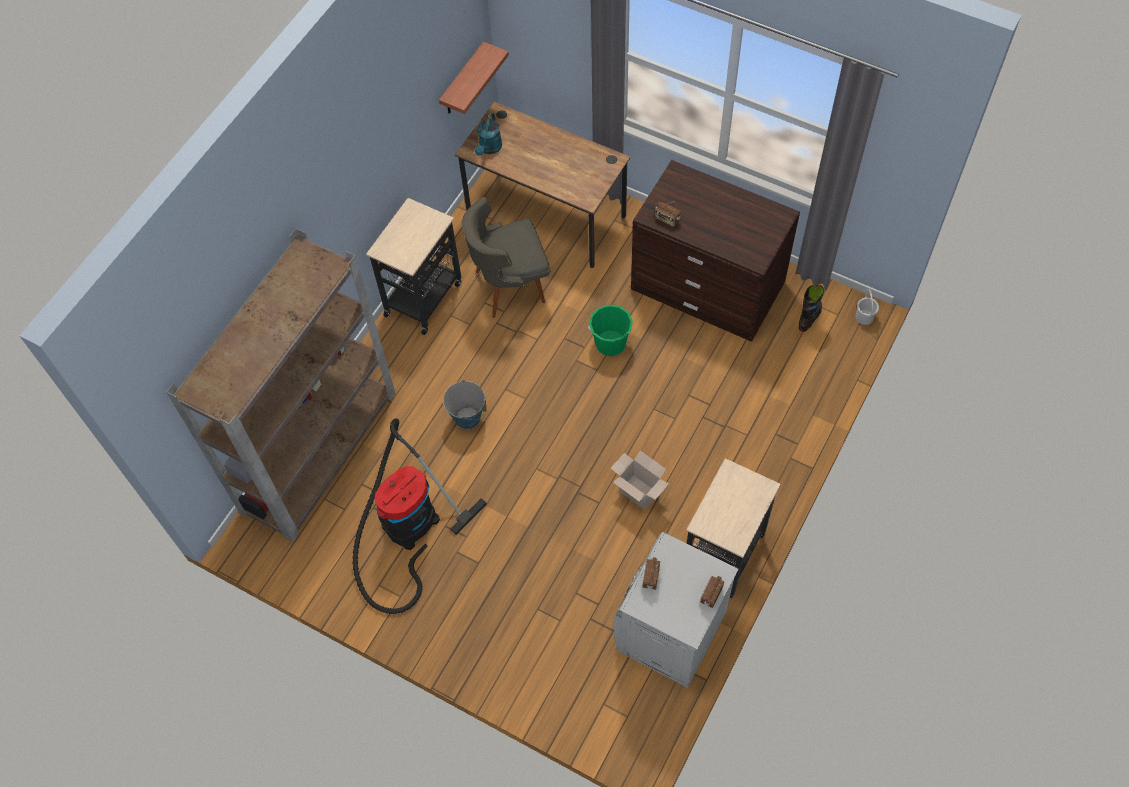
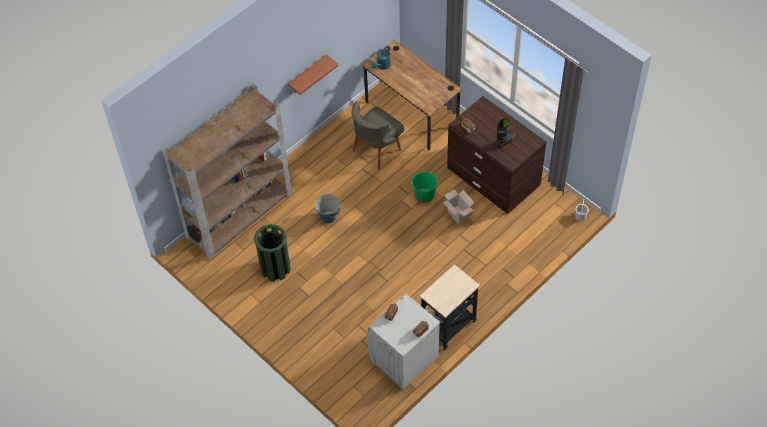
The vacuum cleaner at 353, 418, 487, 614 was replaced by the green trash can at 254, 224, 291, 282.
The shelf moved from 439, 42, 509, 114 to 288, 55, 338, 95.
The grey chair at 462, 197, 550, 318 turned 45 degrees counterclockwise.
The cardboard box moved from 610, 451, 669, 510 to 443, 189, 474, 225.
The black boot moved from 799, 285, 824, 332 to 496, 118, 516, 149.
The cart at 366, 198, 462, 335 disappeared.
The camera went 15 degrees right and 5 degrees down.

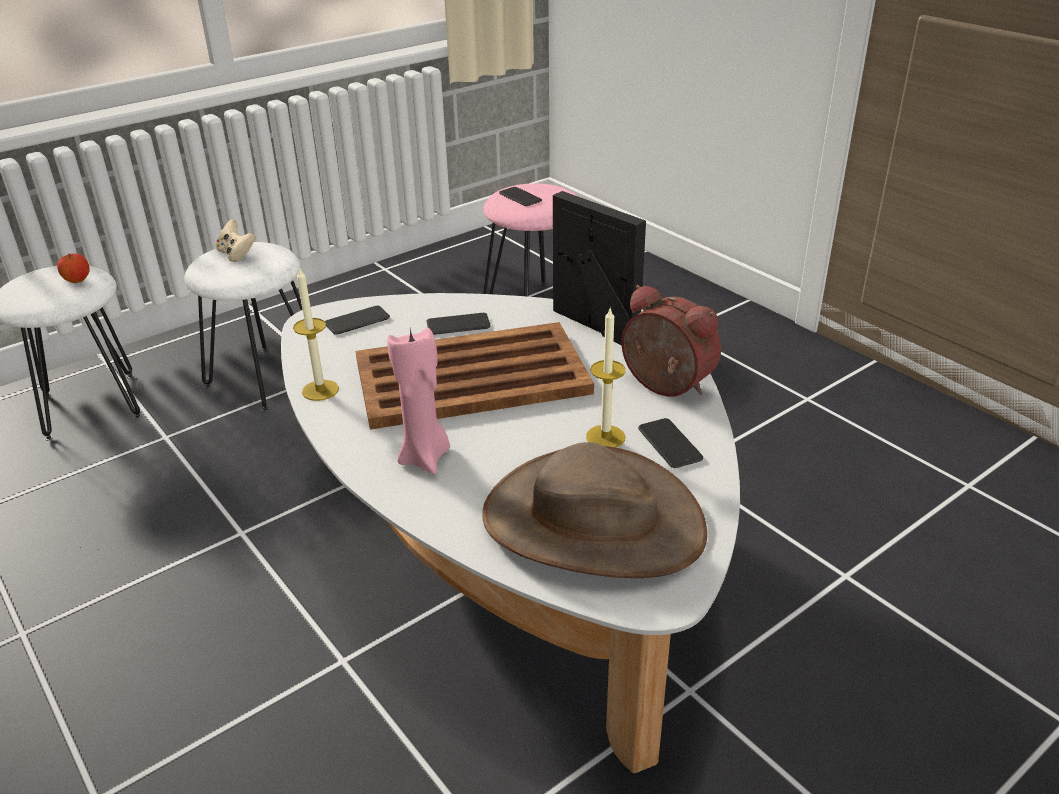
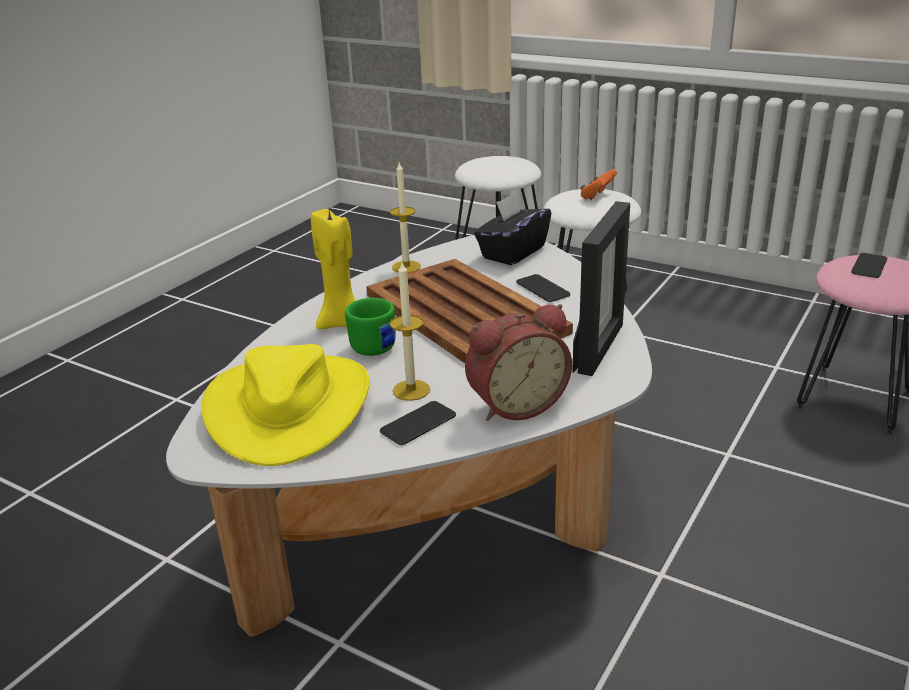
The brown hat at 482, 442, 707, 578 became the yellow hat at 201, 344, 369, 466.
The pink candle at 387, 328, 450, 474 became the yellow candle at 311, 209, 356, 329.
The green mug at 345, 298, 396, 356 appeared.
The alarm clock at 621, 285, 721, 396 turned 45 degrees clockwise.
The phone at 325, 306, 390, 335 was replaced by the black tissue box at 474, 193, 551, 265.
The beige game controller at 216, 219, 256, 262 became the orange game controller at 580, 169, 617, 200.
The apple at 57, 254, 90, 283 disappeared.
The camera went 70 degrees right and 5 degrees down.

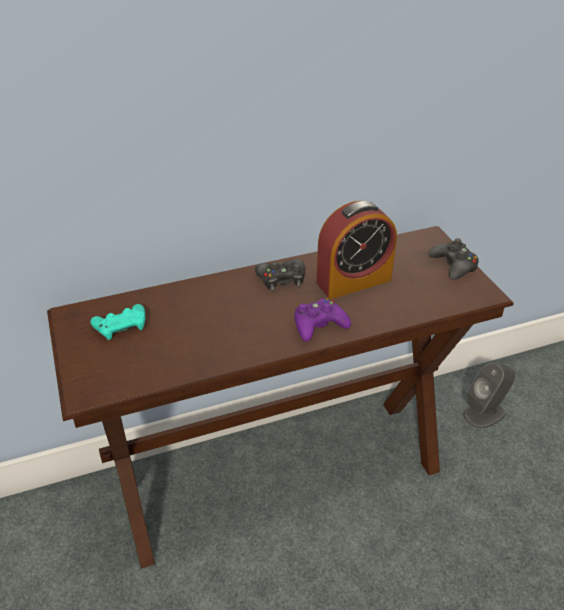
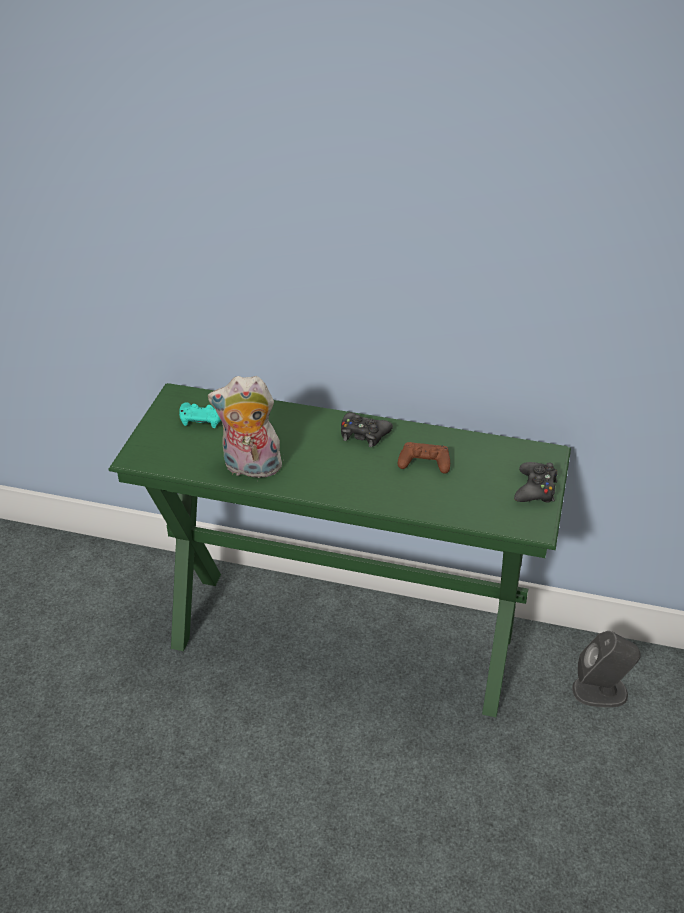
The brown console table at 47, 226, 514, 569 became the green console table at 108, 383, 571, 717.
The plush toy at 208, 376, 284, 478 appeared.
The alarm clock at 316, 201, 397, 299 was replaced by the brown game controller at 398, 442, 450, 474.
The purple game controller at 294, 298, 351, 342 disappeared.
The camera went 35 degrees right and 0 degrees up.

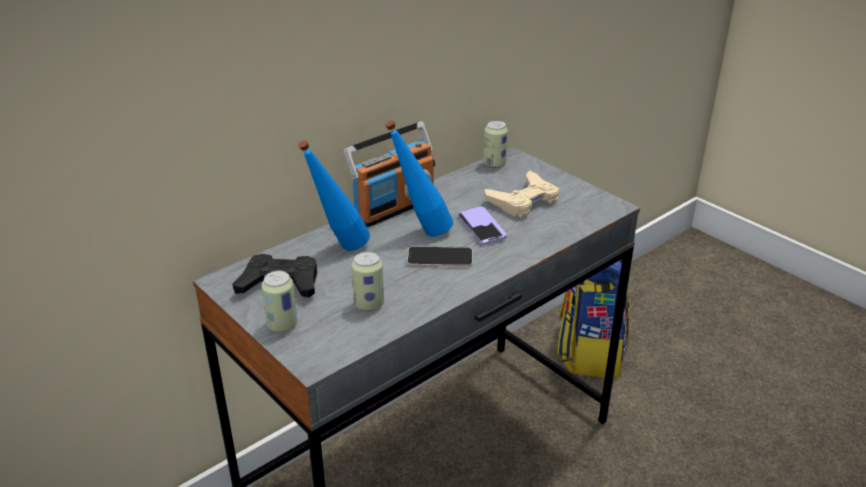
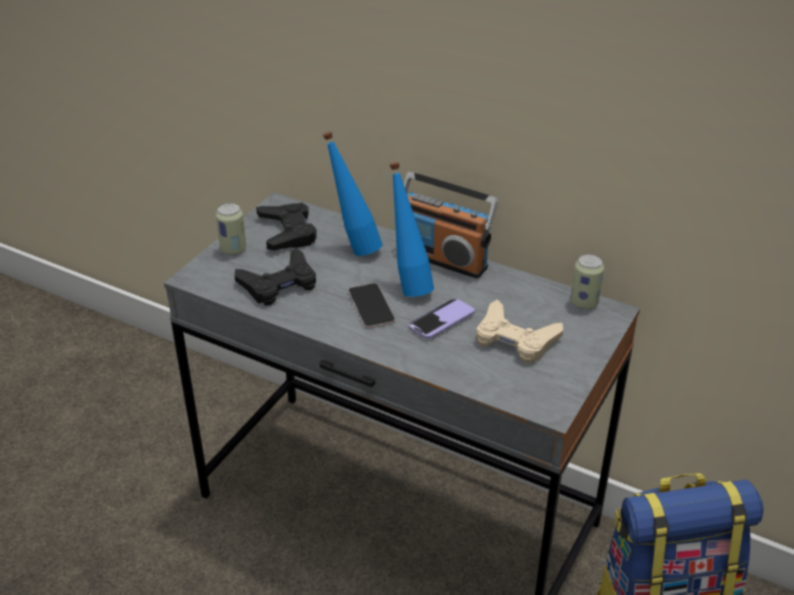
The can at 351, 252, 384, 311 was replaced by the black game controller at 235, 248, 316, 306.
The camera went 70 degrees right and 5 degrees up.

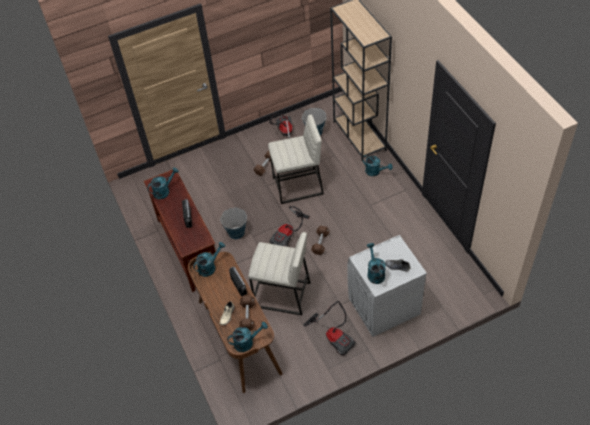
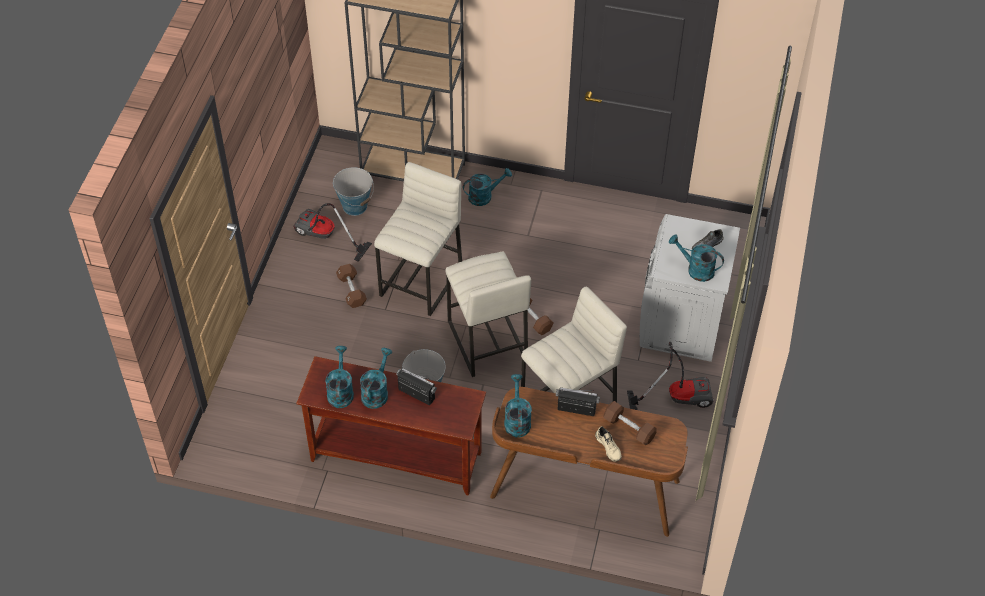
The turquoise watering can moved from 227, 322, 268, 352 to 360, 348, 392, 409.
The vacuum cleaner at 270, 206, 310, 247 was replaced by the beige stool at 445, 252, 531, 377.
The camera went 55 degrees left and 0 degrees up.

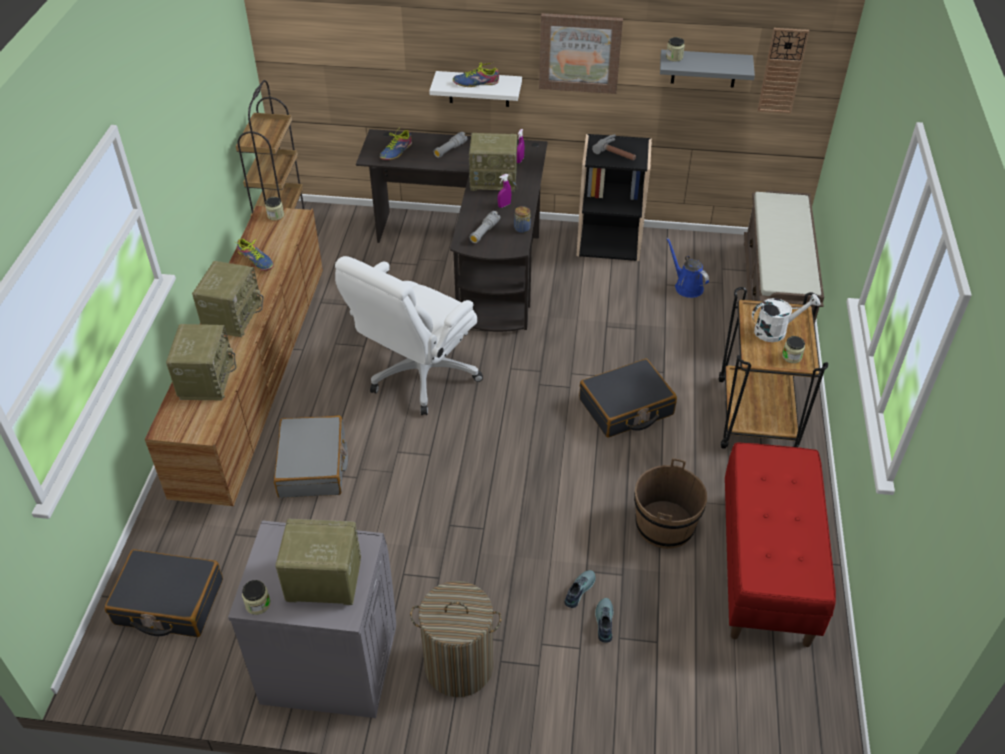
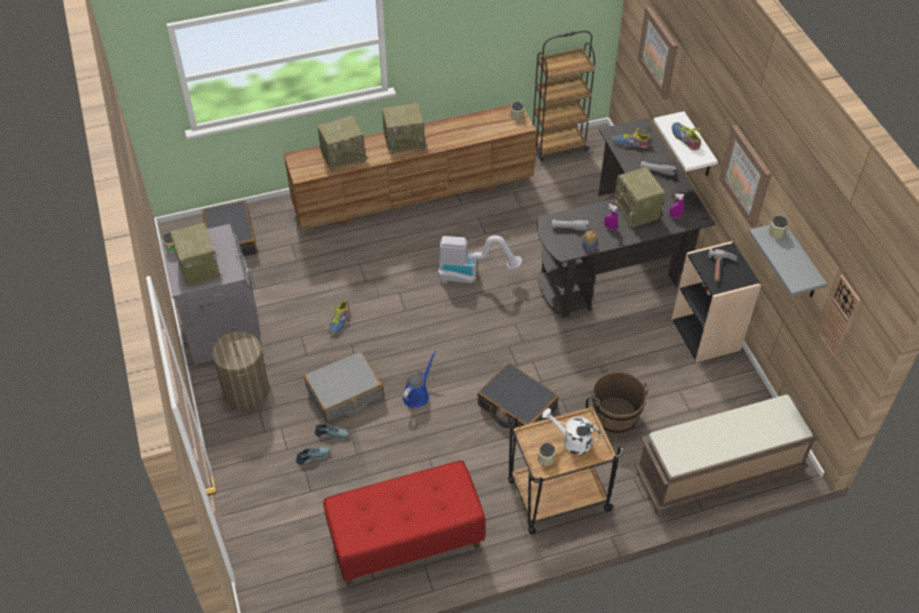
The grey suitcase moved from 274, 416, 348, 498 to 304, 351, 384, 422.
The shoe moved from 236, 238, 274, 271 to 328, 301, 350, 334.
The blue watering can moved from 666, 238, 709, 298 to 402, 351, 436, 408.
The white office chair at 335, 256, 483, 415 was replaced by the vacuum cleaner at 438, 235, 522, 283.
The white watering can at 752, 294, 820, 342 turned 150 degrees clockwise.
The brown bucket moved from 634, 458, 707, 549 to 592, 371, 649, 434.
The picture at 637, 6, 678, 99 appeared.
The camera went 65 degrees right and 5 degrees up.

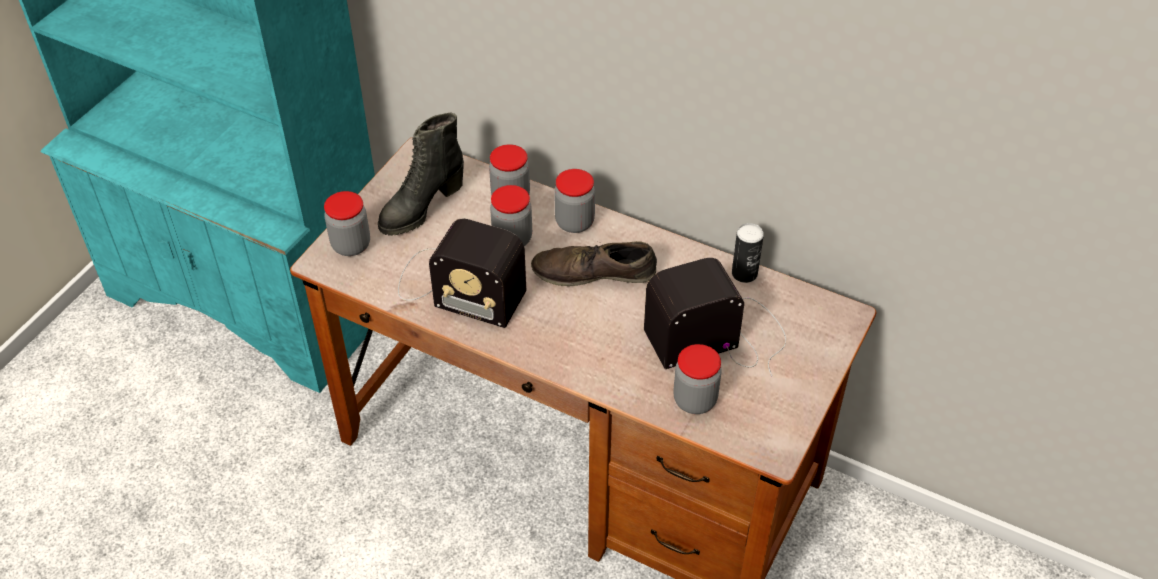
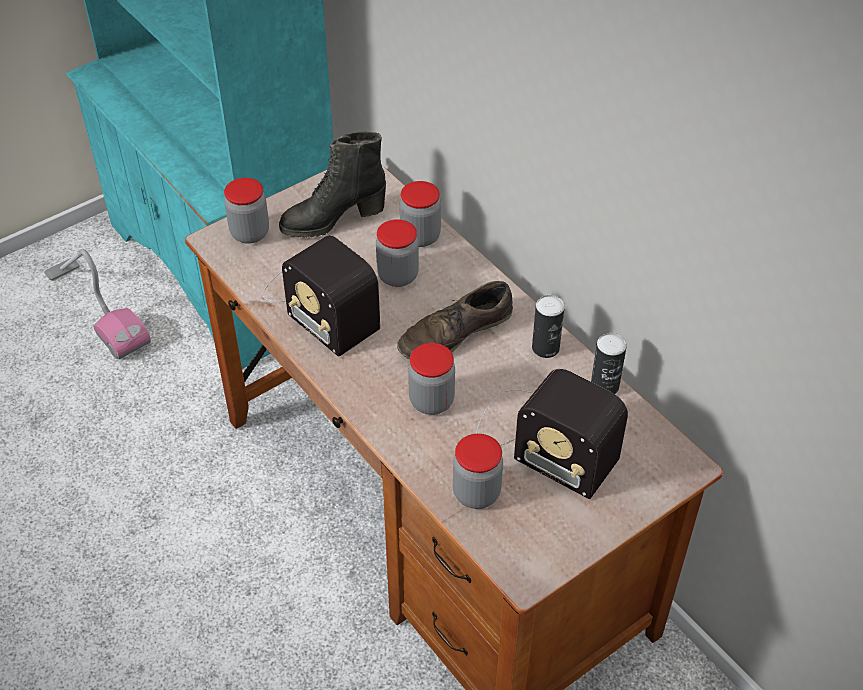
The vacuum cleaner at 44, 249, 151, 359 appeared.
The brown shoe at 531, 241, 657, 286 turned 60 degrees counterclockwise.
The jar moved from 554, 169, 595, 233 to 408, 343, 455, 415.
The radio at 644, 258, 786, 377 turned 150 degrees counterclockwise.
The can at 532, 295, 565, 358 appeared.
The camera went 25 degrees right and 0 degrees up.

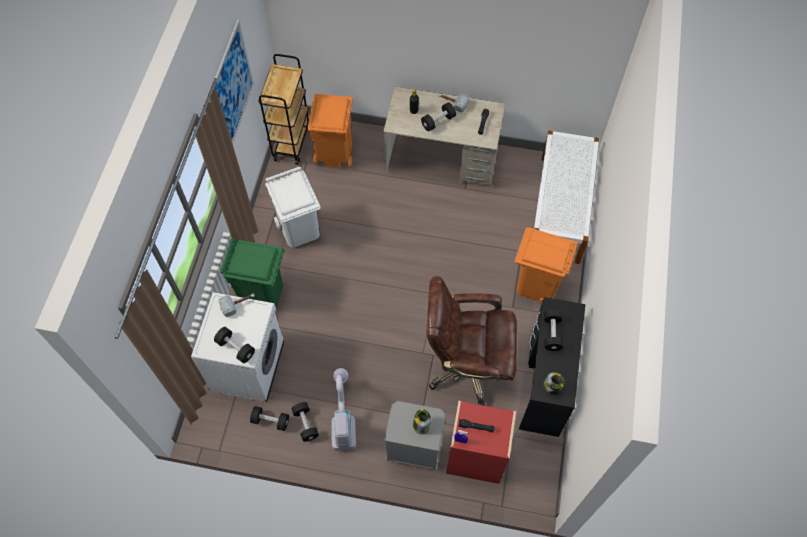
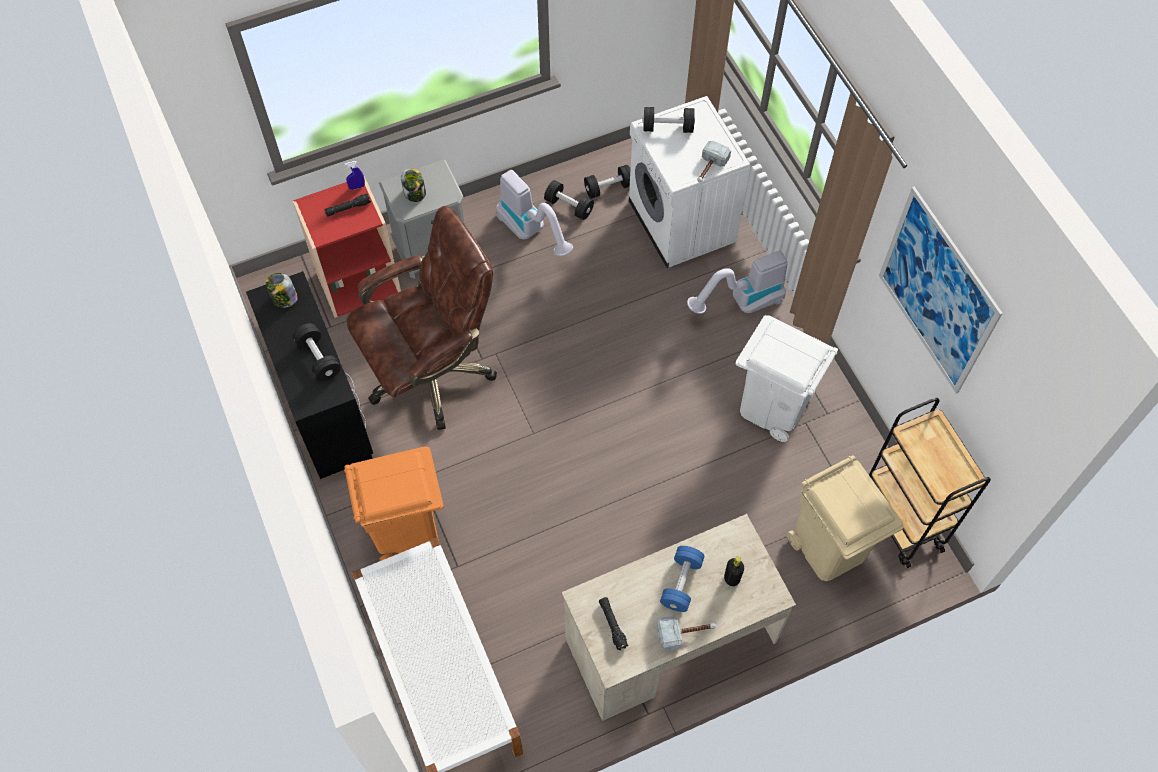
The black dumbbell at 421, 102, 456, 131 became the blue dumbbell at 660, 546, 705, 612.
The green trash can at 220, 239, 284, 308 was replaced by the vacuum cleaner at 687, 251, 788, 314.
The orange trash can at 307, 94, 353, 168 became the beige trash can at 787, 455, 904, 581.
The camera went 145 degrees right and 0 degrees up.

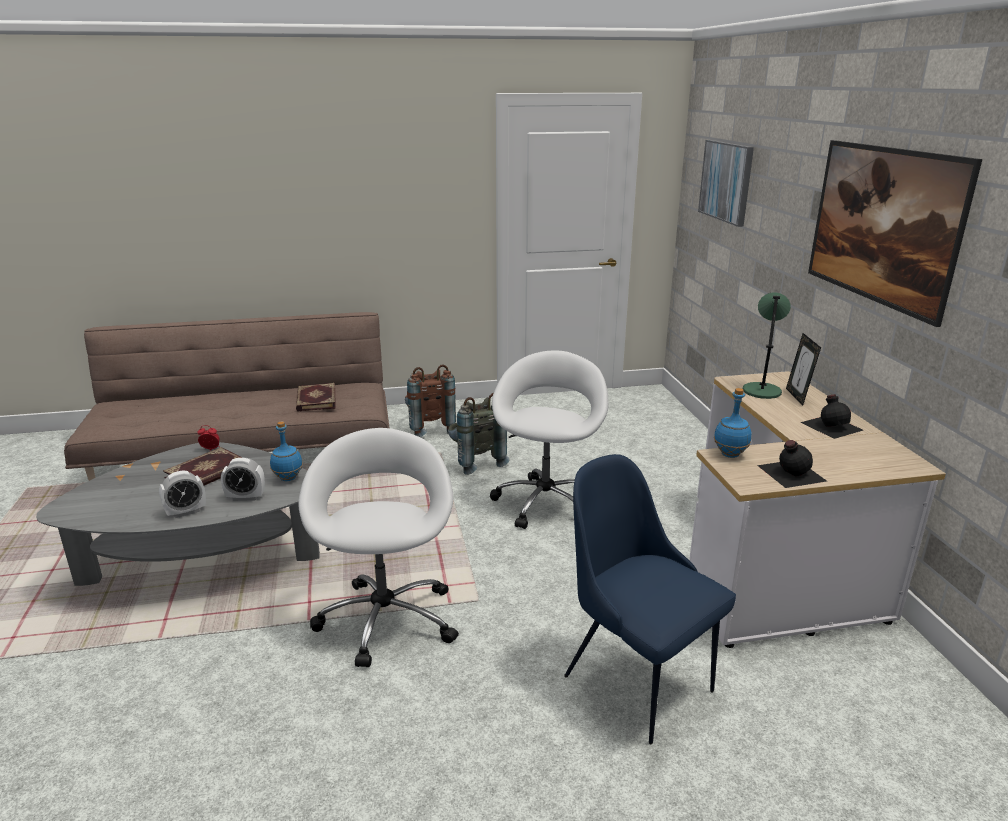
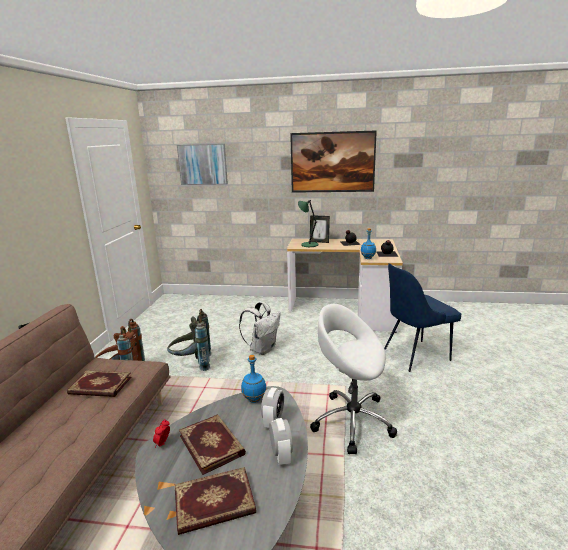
The book at 174, 467, 256, 535 appeared.
The white office chair at 490, 351, 608, 529 was replaced by the white backpack at 239, 302, 280, 355.
The camera went 70 degrees left and 5 degrees down.

